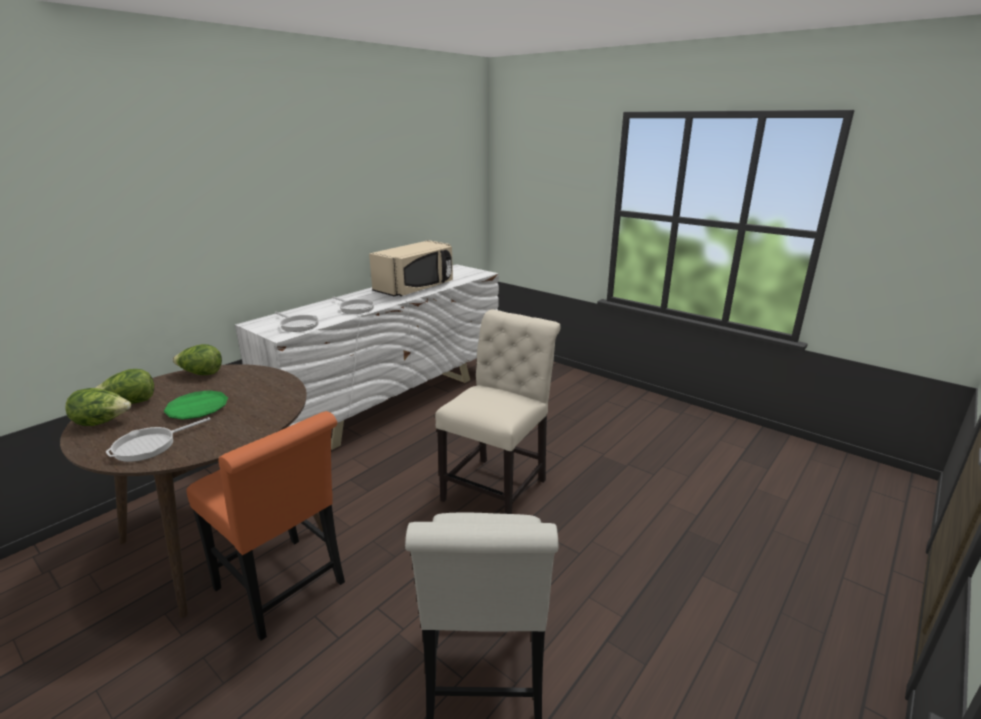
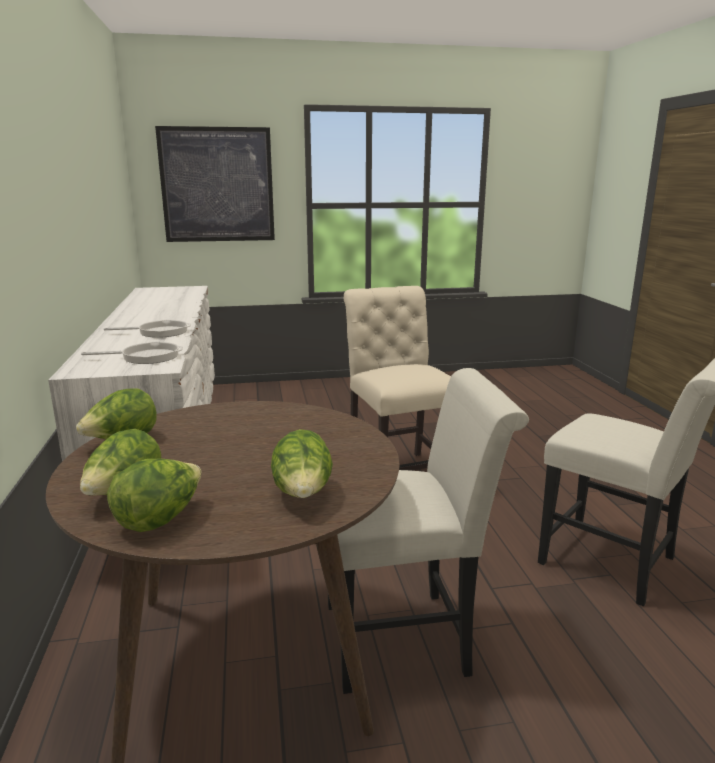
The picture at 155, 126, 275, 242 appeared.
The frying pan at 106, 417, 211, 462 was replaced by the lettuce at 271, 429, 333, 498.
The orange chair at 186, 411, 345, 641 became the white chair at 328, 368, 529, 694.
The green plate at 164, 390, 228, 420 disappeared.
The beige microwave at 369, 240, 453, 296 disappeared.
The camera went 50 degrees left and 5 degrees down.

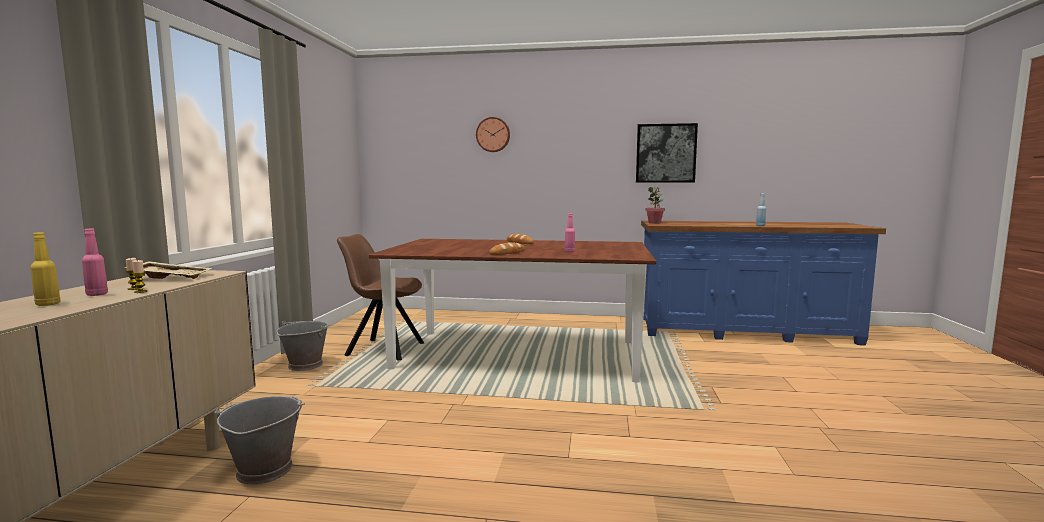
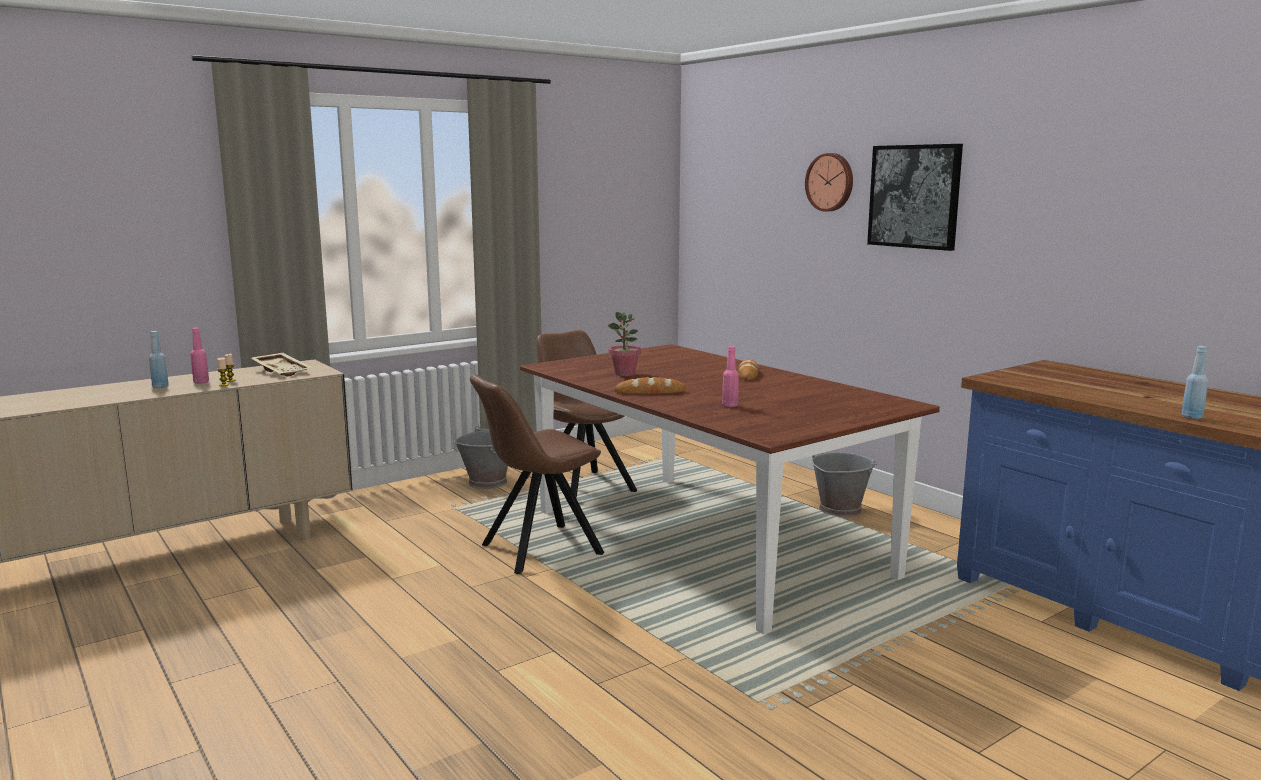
The yellow bottle at 30, 232, 61, 306 became the blue bottle at 149, 331, 169, 388.
The brown chair at 470, 374, 604, 574 appeared.
The potted plant moved from 645, 187, 665, 224 to 608, 312, 641, 376.
The grey bucket moved from 214, 396, 305, 485 to 812, 452, 877, 518.
The picture moved from 636, 123, 698, 183 to 867, 144, 963, 251.
The camera went 45 degrees right and 5 degrees up.

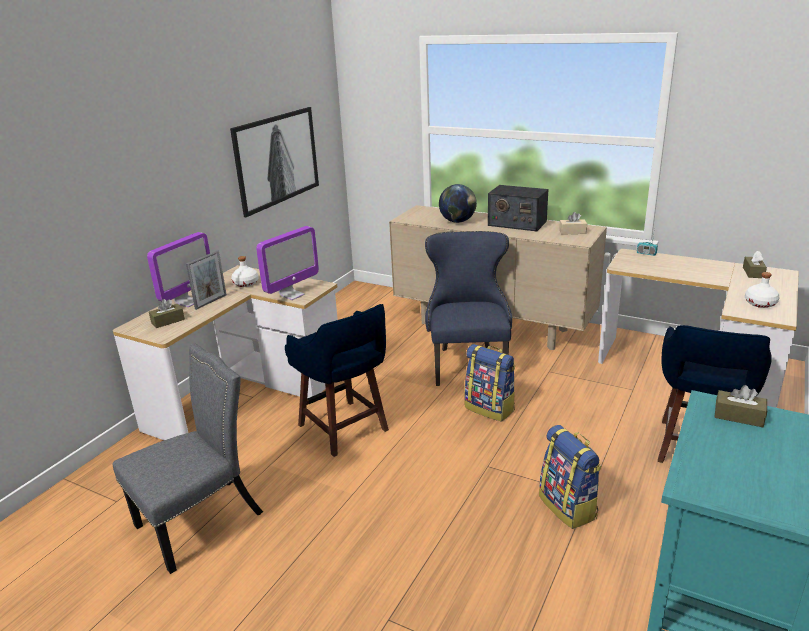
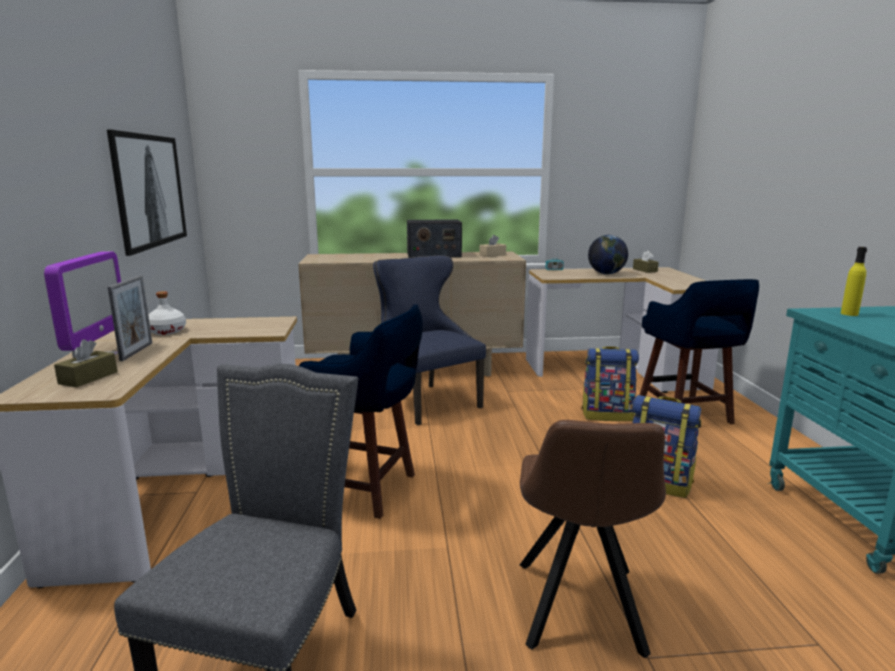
The brown chair at 520, 420, 666, 658 appeared.
The backpack moved from 464, 344, 515, 422 to 582, 346, 639, 421.
The globe moved from 439, 184, 477, 223 to 588, 235, 628, 274.
The brown tissue box at 715, 385, 767, 427 was replaced by the yellow bottle at 841, 247, 867, 316.
The monitor at 256, 226, 319, 300 disappeared.
The white bottle at 745, 272, 780, 308 disappeared.
The camera went 35 degrees left and 10 degrees down.

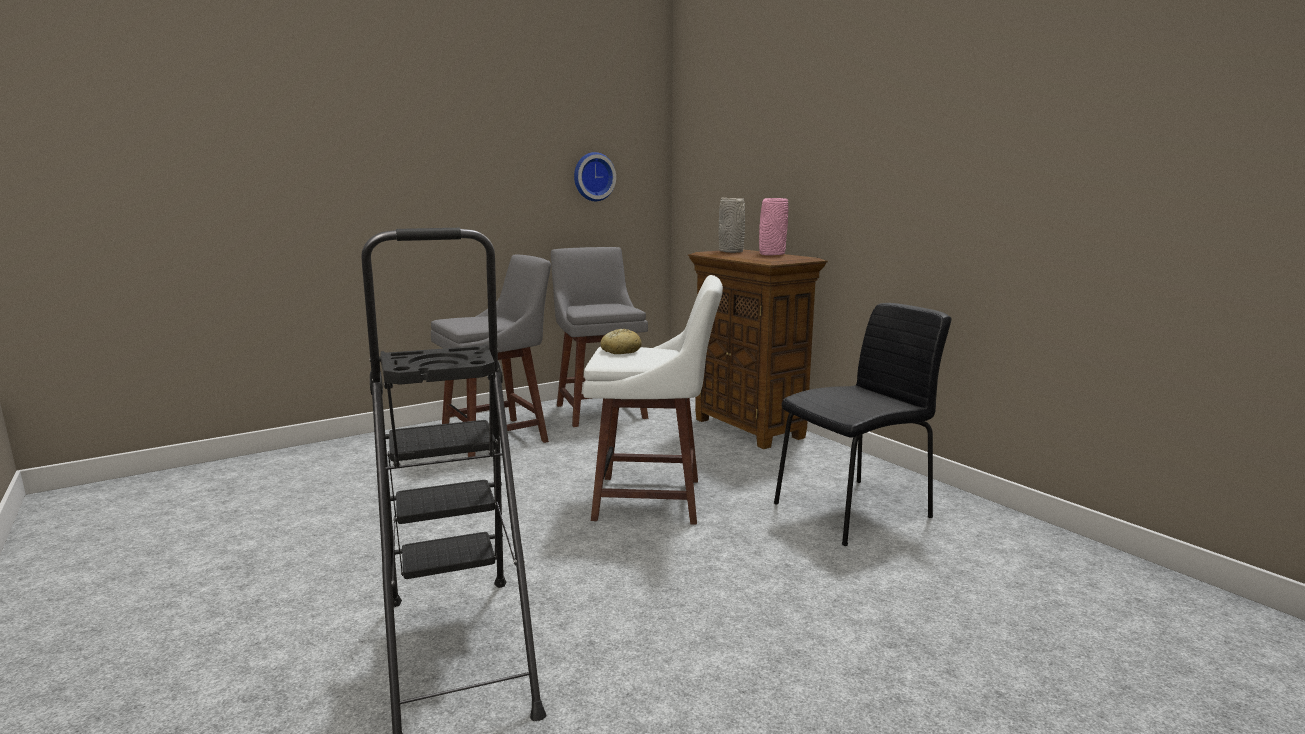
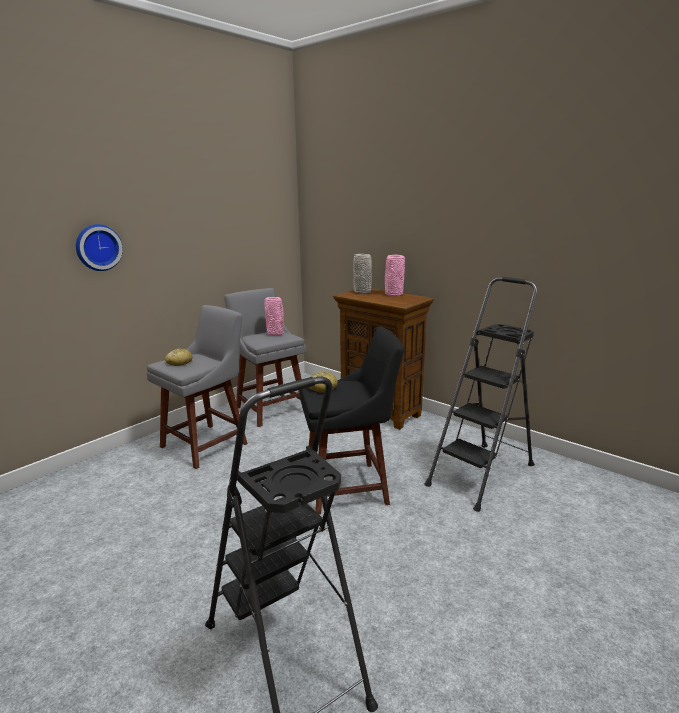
The wall clock moved from 574, 152, 616, 201 to 76, 224, 123, 271.
The bread at 165, 348, 192, 366 appeared.
The pink vase at 265, 297, 284, 335 appeared.
The white stool at 583, 275, 723, 525 became the black stool at 300, 326, 404, 514.
The black chair at 774, 303, 952, 546 was replaced by the step ladder at 424, 277, 537, 512.
The camera went 15 degrees left and 5 degrees up.

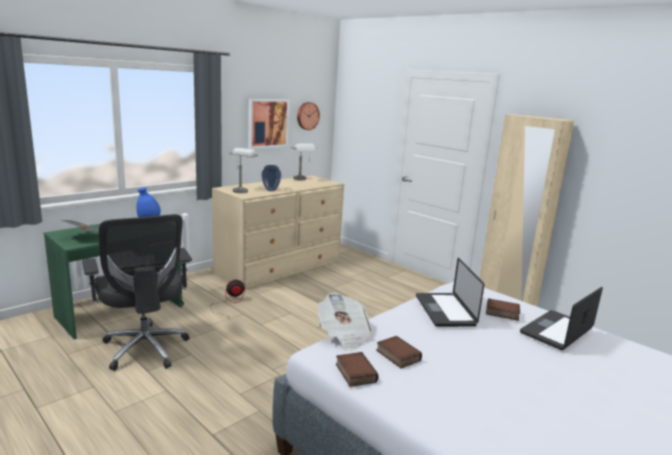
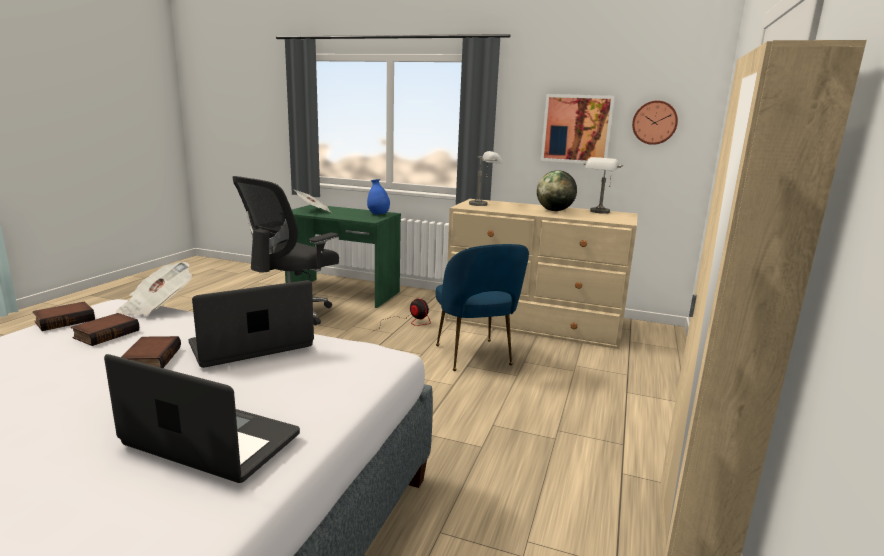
The book moved from 486, 298, 520, 321 to 121, 336, 181, 368.
The blue chair at 435, 244, 529, 371 appeared.
The globe at 537, 170, 577, 211 appeared.
The vase at 261, 165, 281, 191 disappeared.
The camera went 65 degrees right and 0 degrees up.

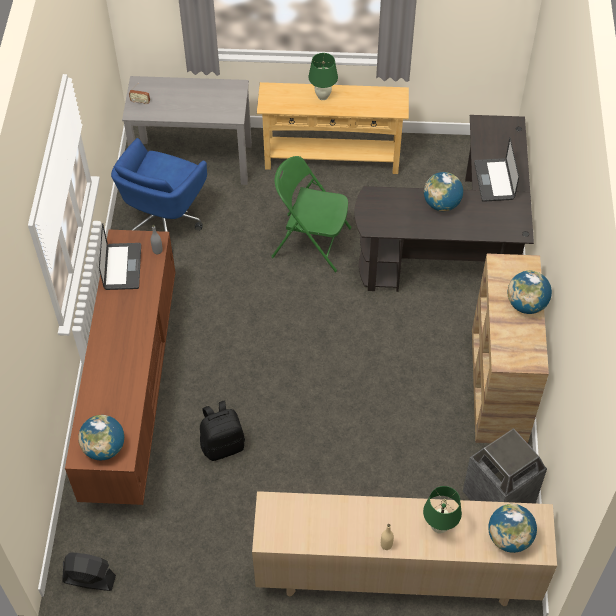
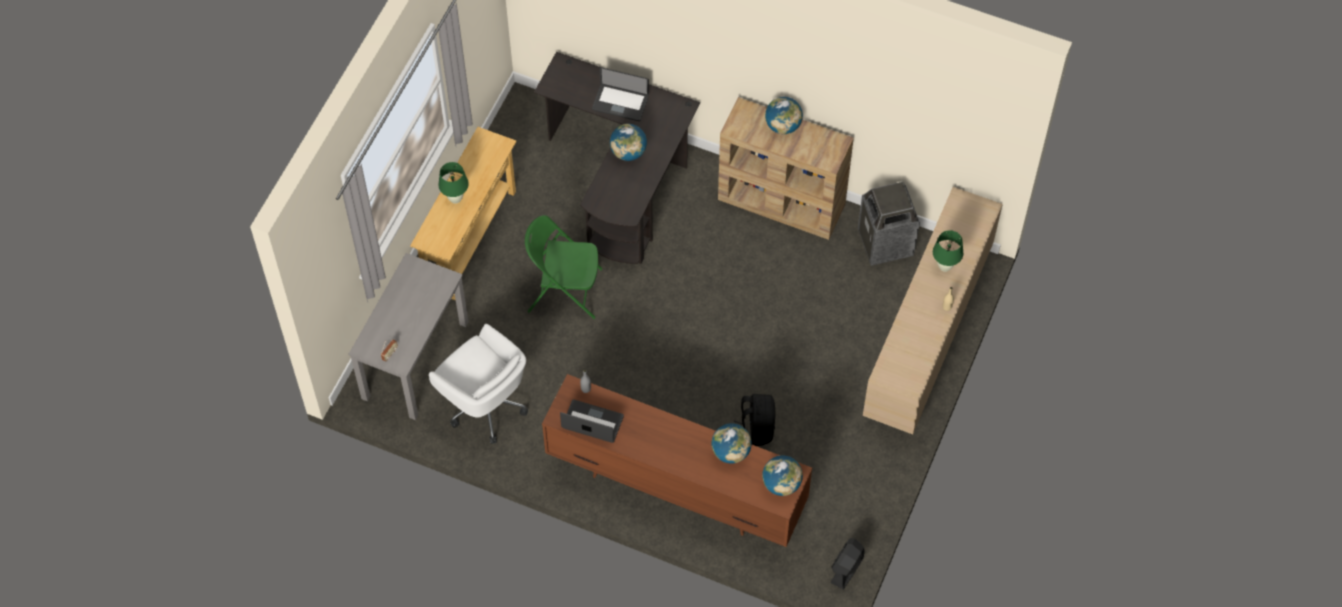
The blue office chair at 111, 138, 207, 252 became the white office chair at 429, 324, 528, 444.
The green chair at 272, 156, 351, 273 turned 60 degrees clockwise.
The globe moved from 488, 504, 537, 553 to 711, 423, 752, 464.
The camera went 70 degrees left and 5 degrees up.

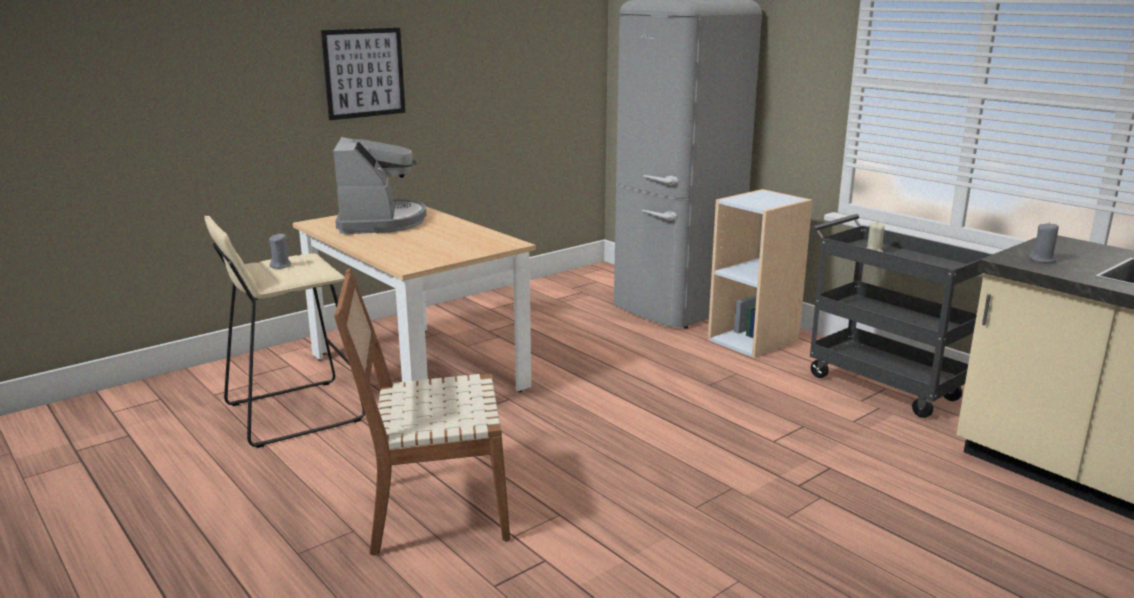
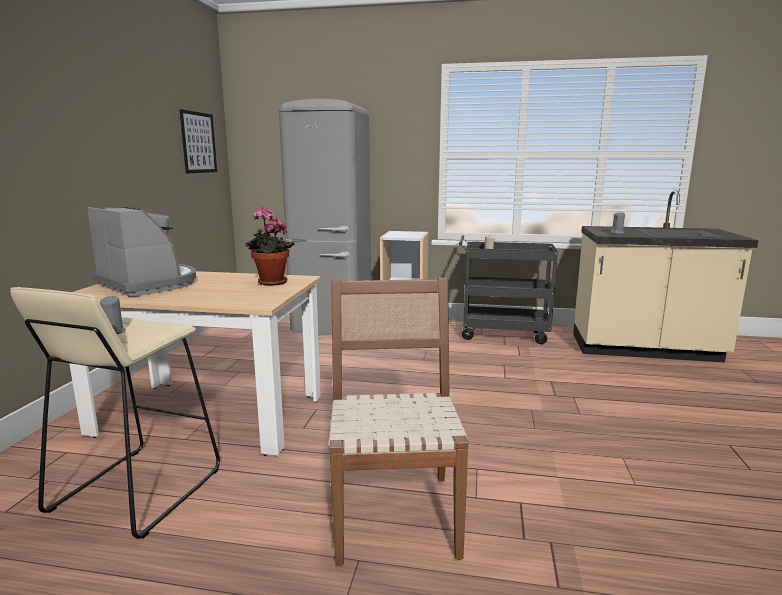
The picture moved from 321, 28, 405, 120 to 179, 109, 217, 173.
The potted plant at 246, 207, 295, 286 appeared.
The chair at 334, 268, 510, 555 turned 135 degrees clockwise.
The camera went 40 degrees left and 5 degrees down.

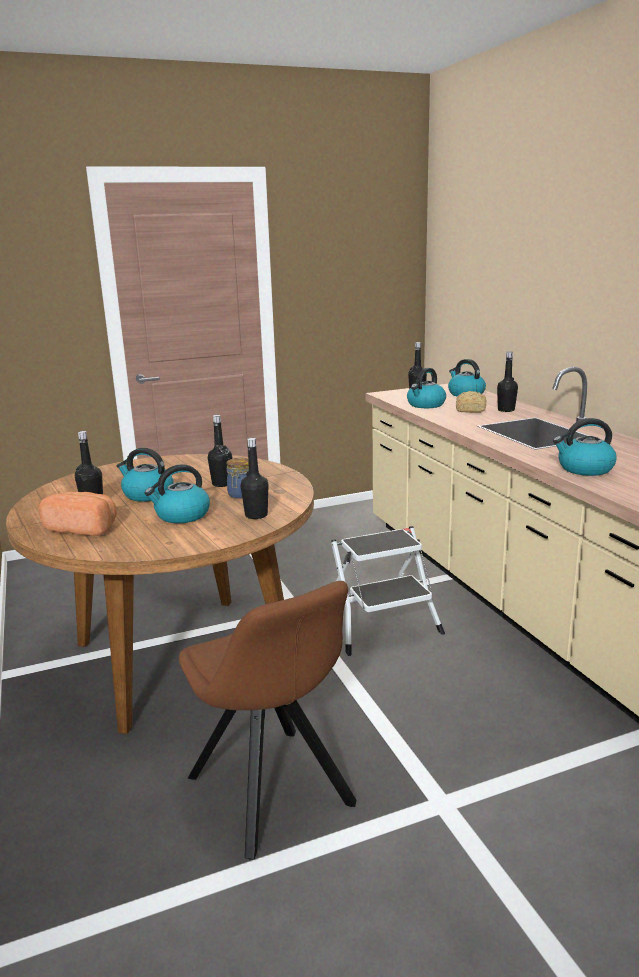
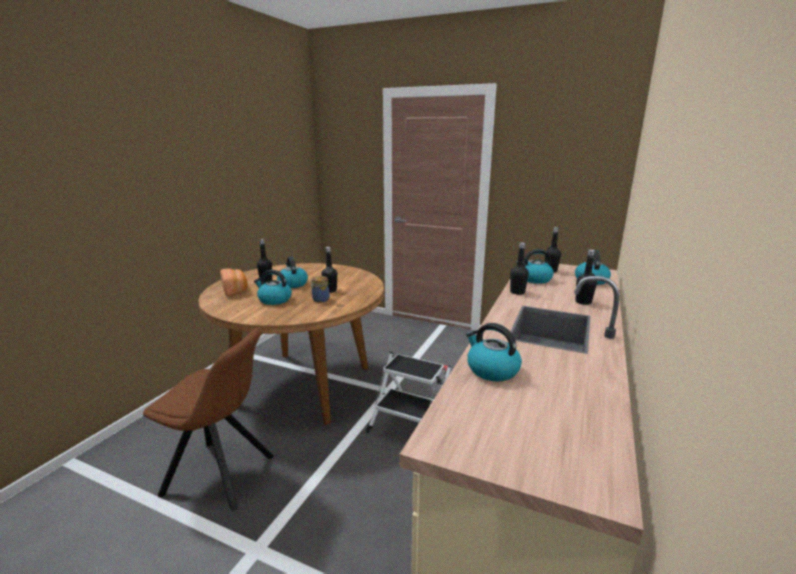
The brown chair at 179, 581, 357, 860 turned 90 degrees counterclockwise.
The black bottle moved from 241, 438, 269, 519 to 510, 242, 529, 295.
The bread at 456, 391, 487, 413 disappeared.
The camera went 45 degrees right and 0 degrees up.

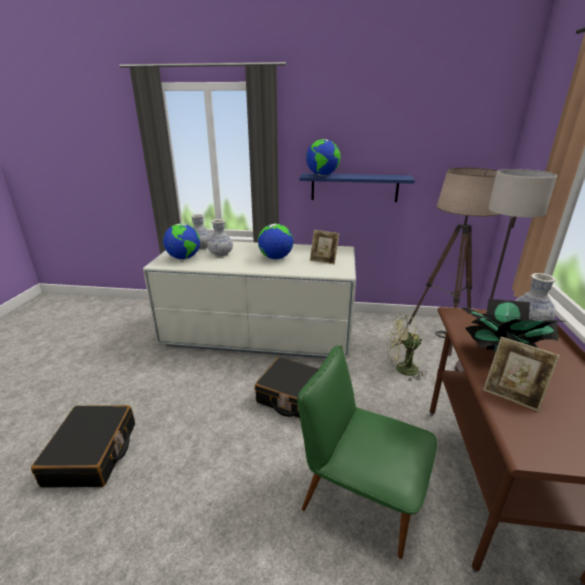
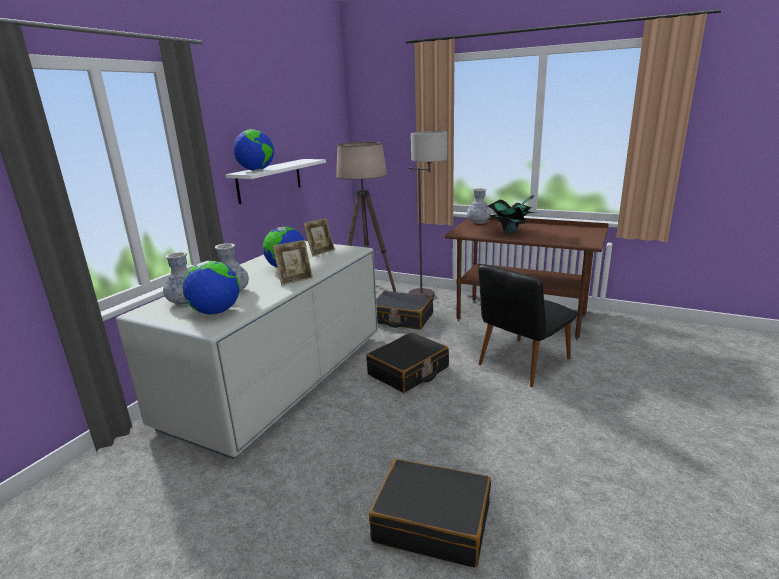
The blue shelf at 299, 173, 415, 202 became the white shelf at 226, 159, 326, 204.
The picture frame moved from 483, 336, 560, 412 to 273, 240, 313, 285.
The green fan at 387, 314, 427, 382 was replaced by the black suitcase at 376, 291, 433, 330.
The green chair at 297, 345, 437, 559 became the black chair at 478, 264, 578, 387.
The camera went 70 degrees left and 5 degrees down.

